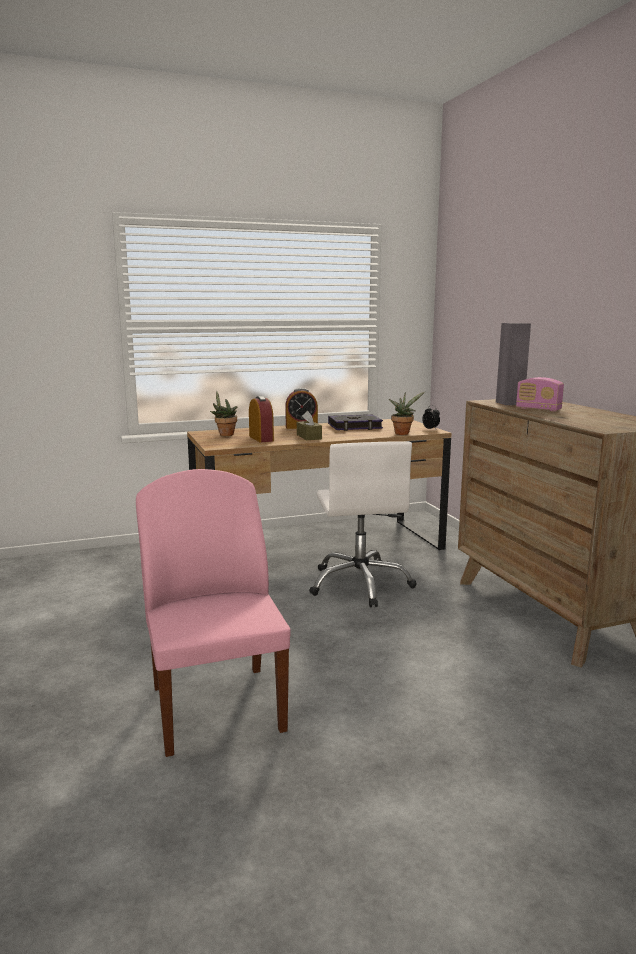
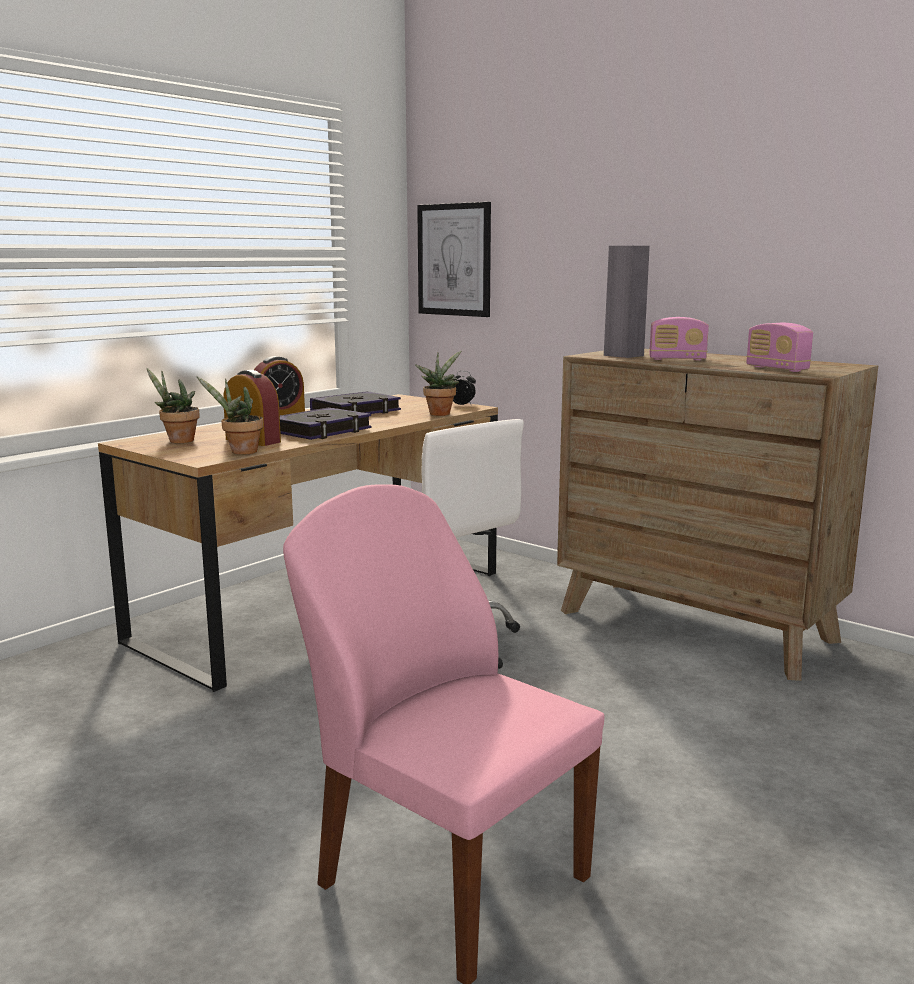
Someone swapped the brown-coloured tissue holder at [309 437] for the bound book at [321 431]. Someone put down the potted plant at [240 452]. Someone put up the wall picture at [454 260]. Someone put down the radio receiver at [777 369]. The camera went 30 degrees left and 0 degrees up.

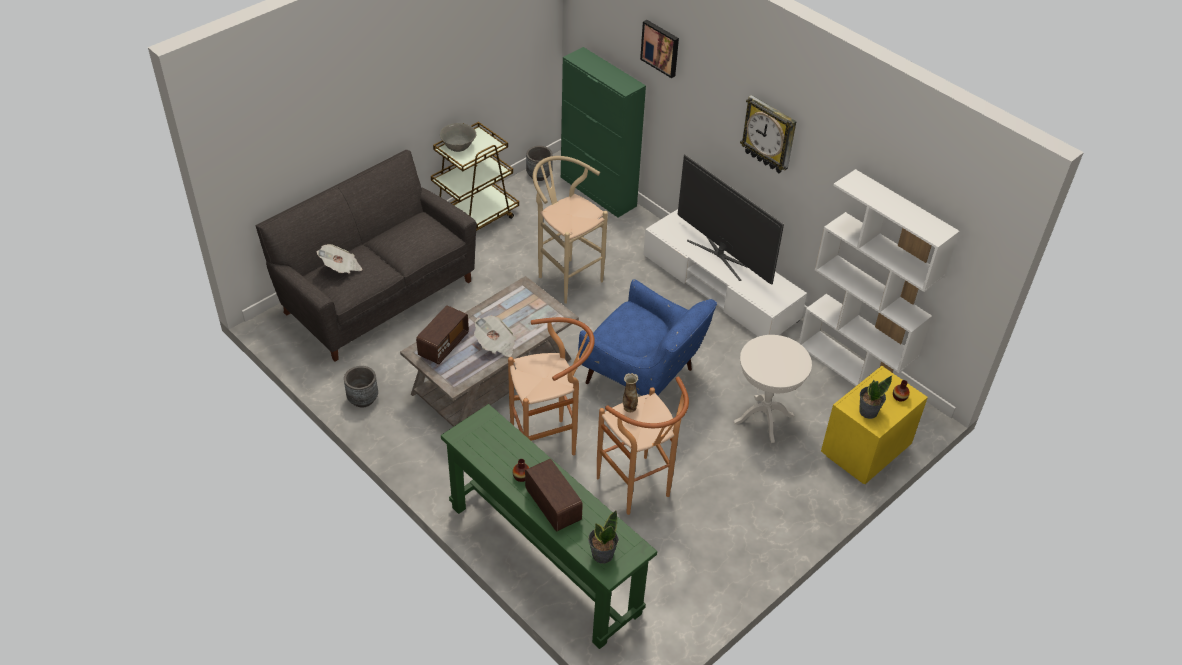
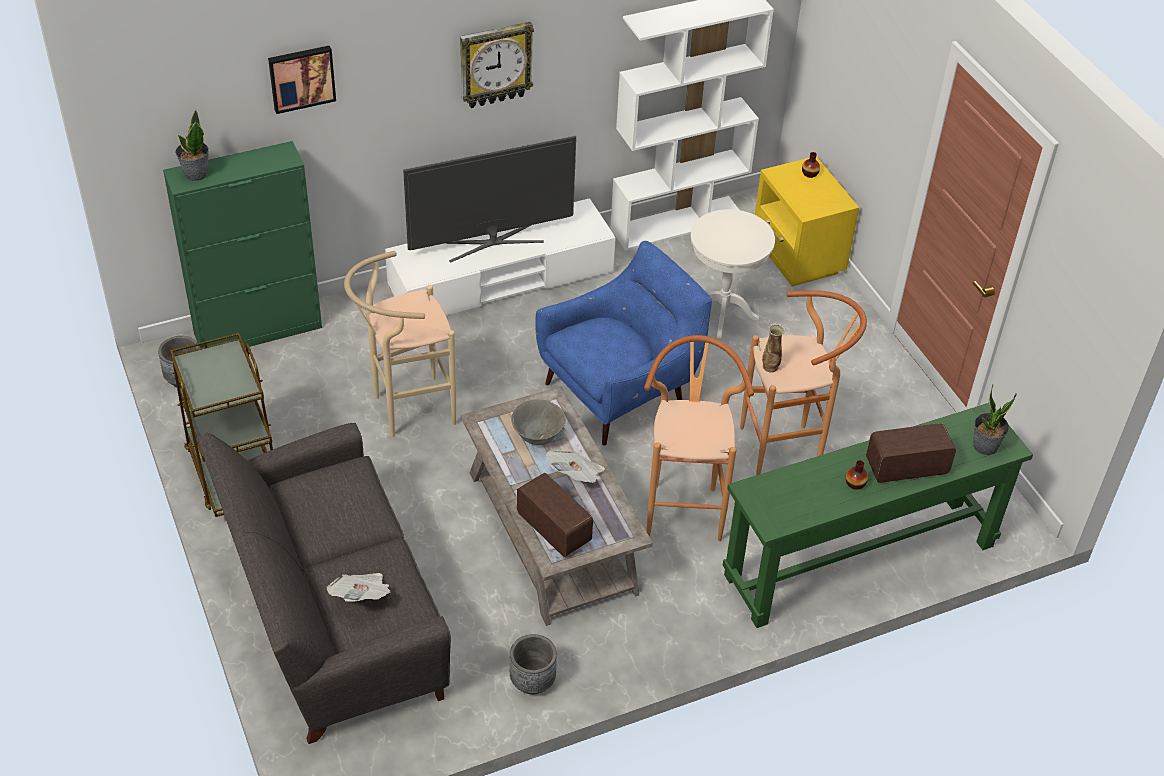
Someone carried the grey serving bowl from [458 147] to [537 436]. Someone carried the potted plant from [868 411] to [195 174]. The camera went 70 degrees left and 0 degrees up.

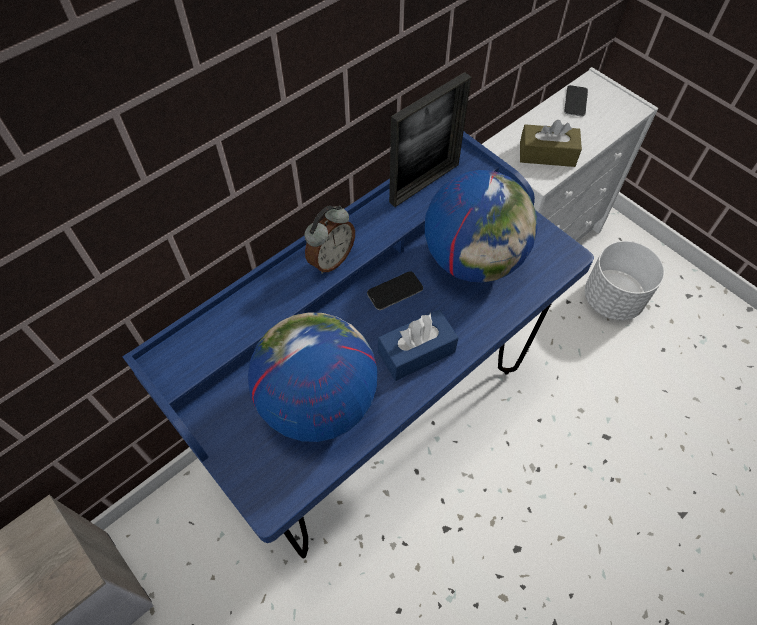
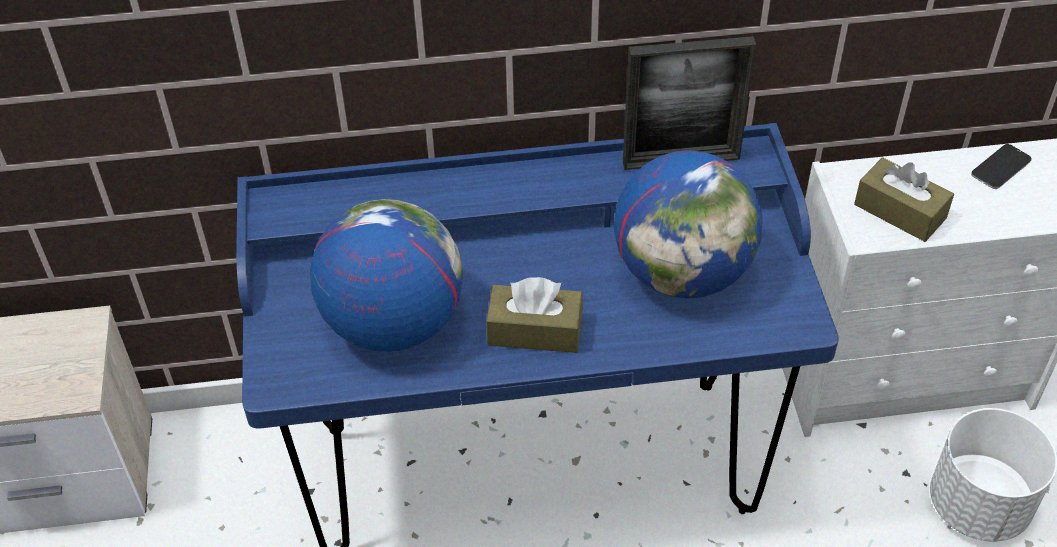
Someone took away the alarm clock at [330 260]. Someone took away the telephone at [395 291]. Someone repainted the blue-coloured tissue holder at [416 352], which became the brown-coloured tissue holder at [535 331]. The camera went 35 degrees right and 10 degrees down.

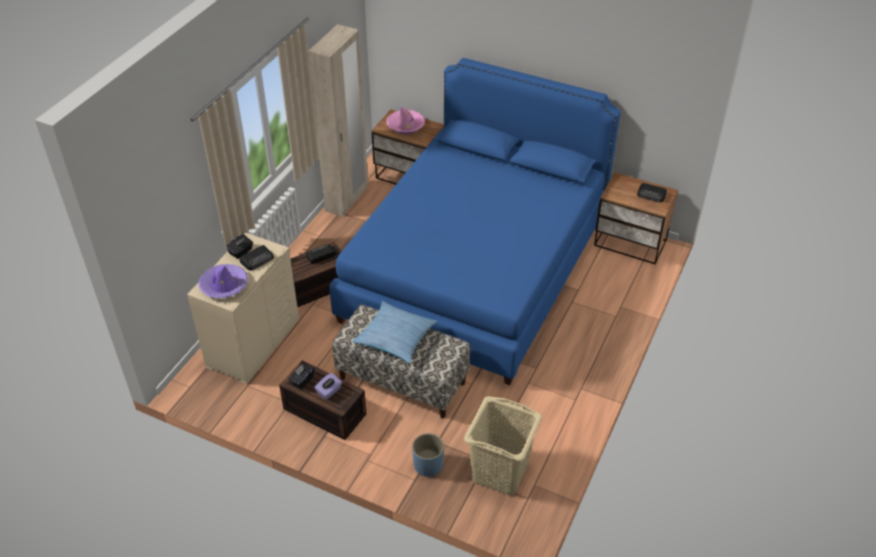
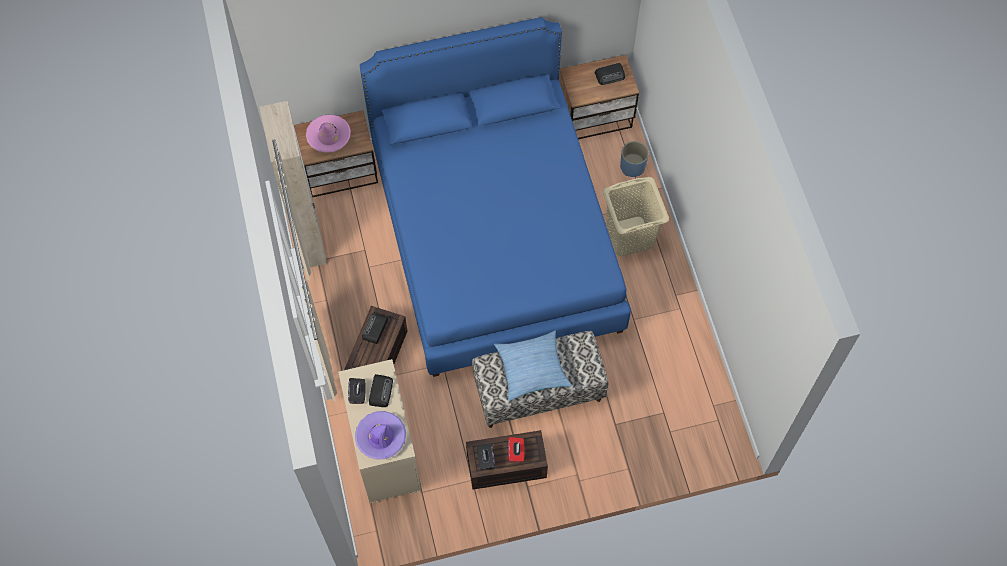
Someone repainted the purple tissue holder at [329 391], which became the red tissue holder at [516 453]. Someone carried the blue-coloured plant pot from [428 465] to [632 167]. Someone carried the sand-coloured hamper from [499 472] to [629 236]. The camera went 40 degrees left and 20 degrees up.

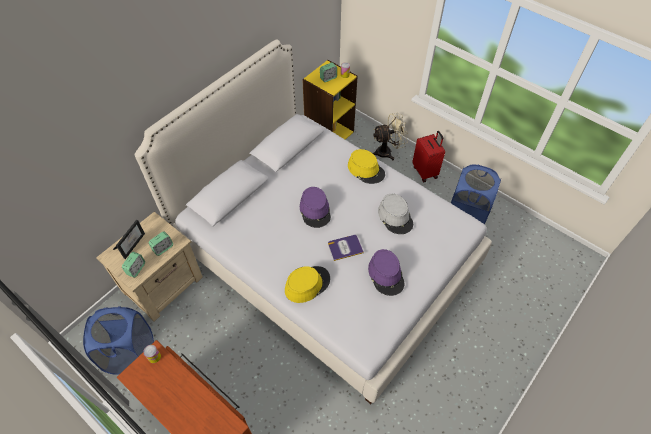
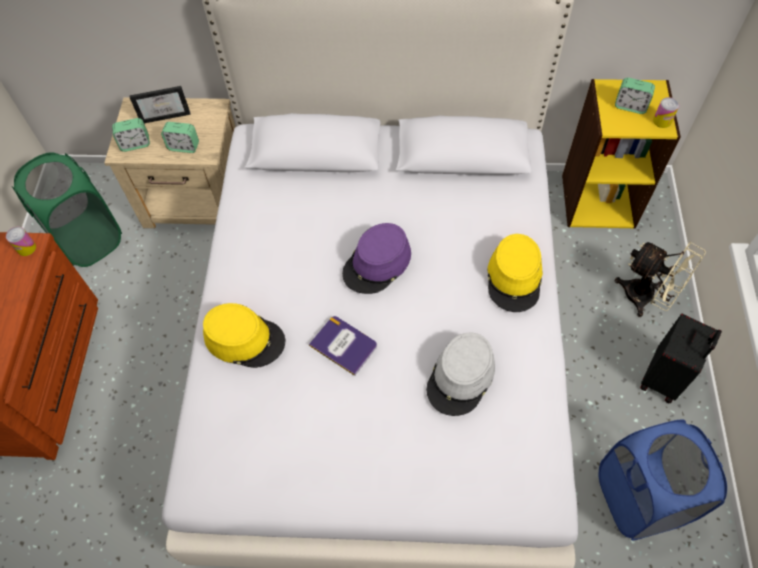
Someone repainted the blue-coloured hamper at [131 354], which became the green hamper at [87 239]. Someone took away the purple wearable hat at [386 275]. Someone repainted the red travel case at [425 172], which became the black-coloured travel case at [664 378]. The camera went 55 degrees right and 5 degrees up.

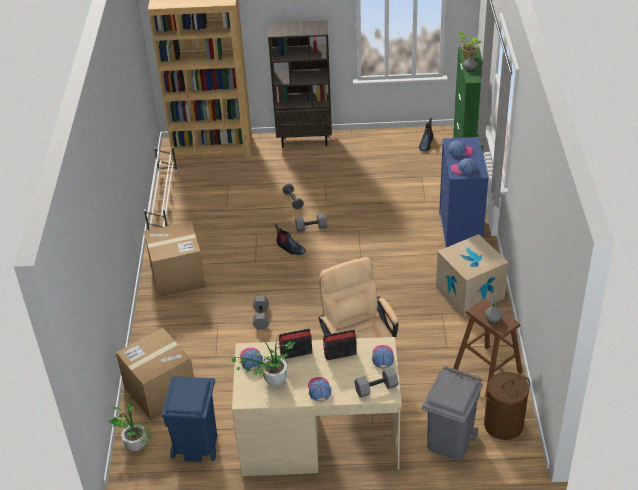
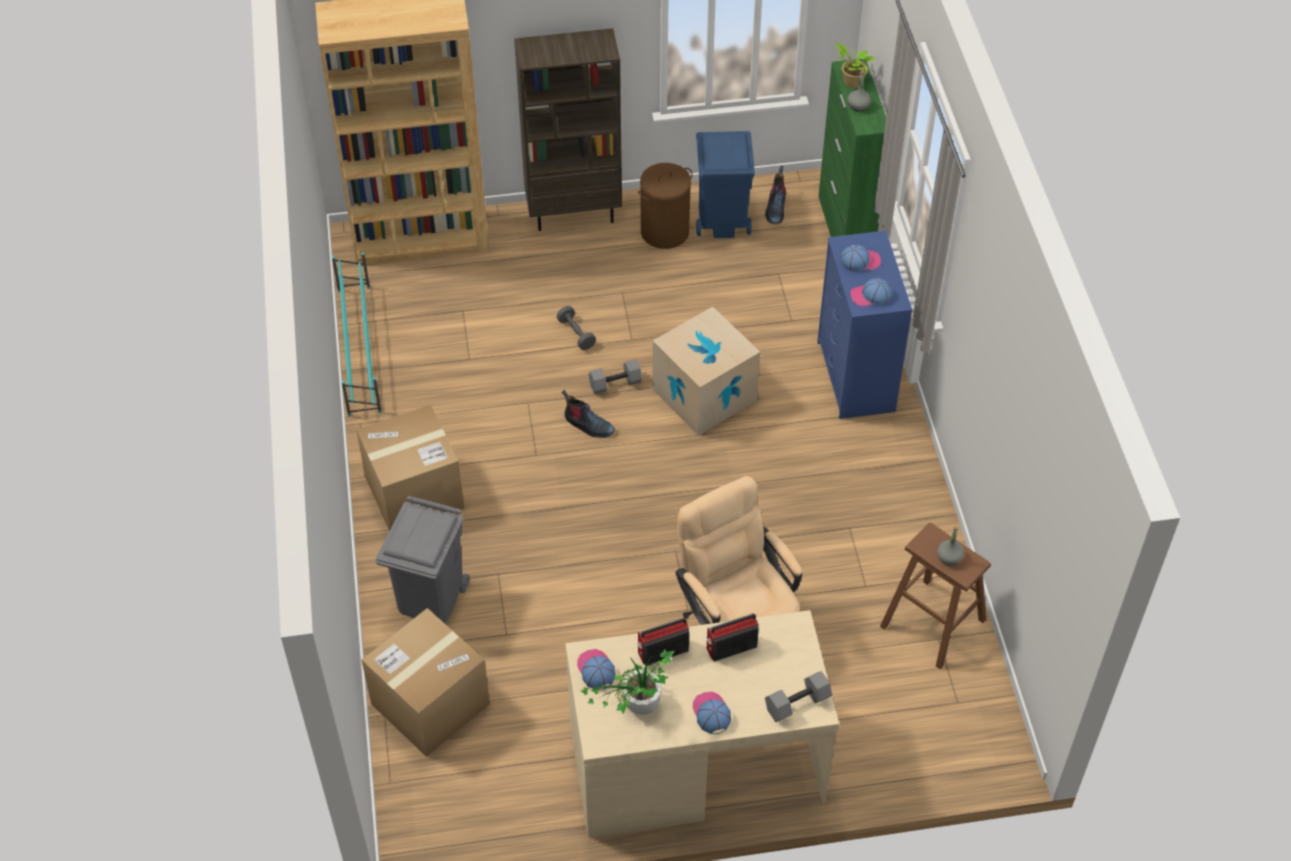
Someone took away the potted plant at [135 442]. Someone repainted the white shoe stand at [163 200], which became the blue-green shoe stand at [359 349]. Someone carried the blue-coloured trash can from [196 445] to [722 220]. Someone took away the grey hand weight at [261 317]. Someone took away the cap at [382 357]. Someone carried the grey trash can from [450 441] to [430 597]. Someone carried the carton from [469 293] to [704 395]. Someone carried the brown-coloured hamper from [503 424] to [665 231]. The camera went 10 degrees left and 10 degrees up.

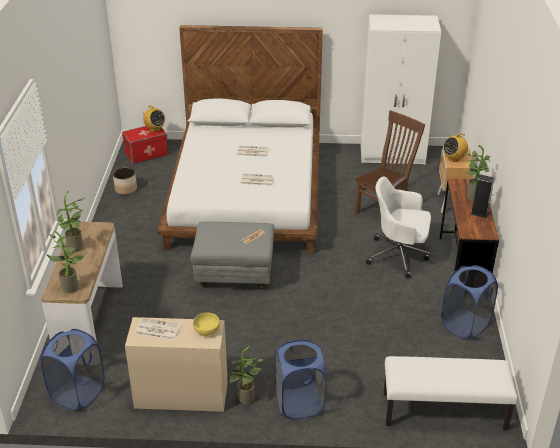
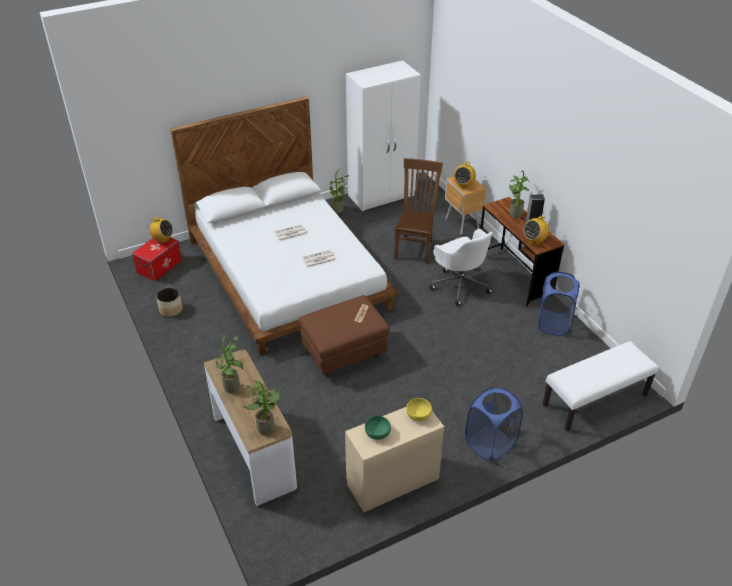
Someone took away the blue-coloured hamper at [78 393]. Someone swapped the newspaper at [157 329] for the green serving bowl at [377 433]. Someone repainted the grey pouffe at [235 275], which became the brown-coloured pouffe at [344 354]. Someone carried the potted plant from [245 401] to [338 211]. Someone rotated the white office chair at [399 256] by 105 degrees counterclockwise. Someone put down the radio receiver at [534 241]. The camera went 30 degrees left and 5 degrees up.

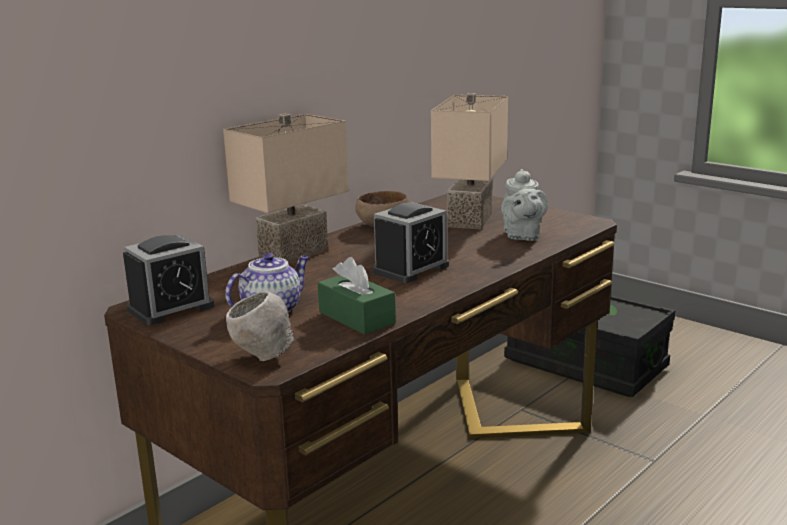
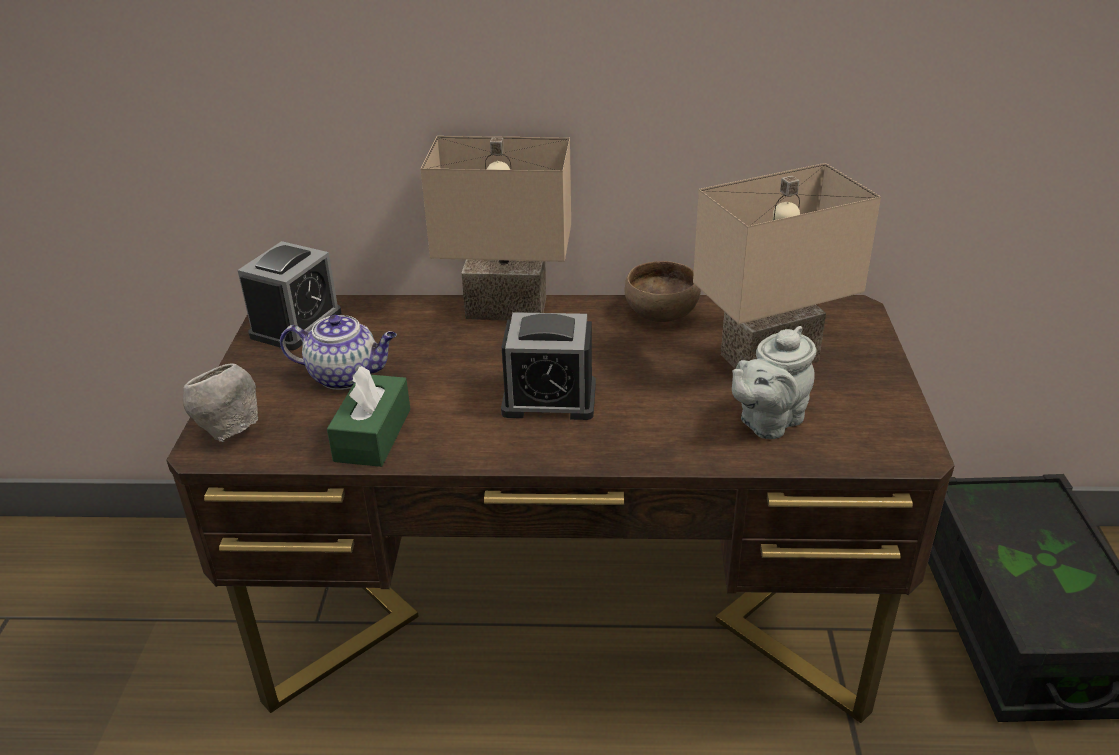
Someone rotated the alarm clock at [171 308] by 75 degrees counterclockwise. The camera went 50 degrees right and 15 degrees up.

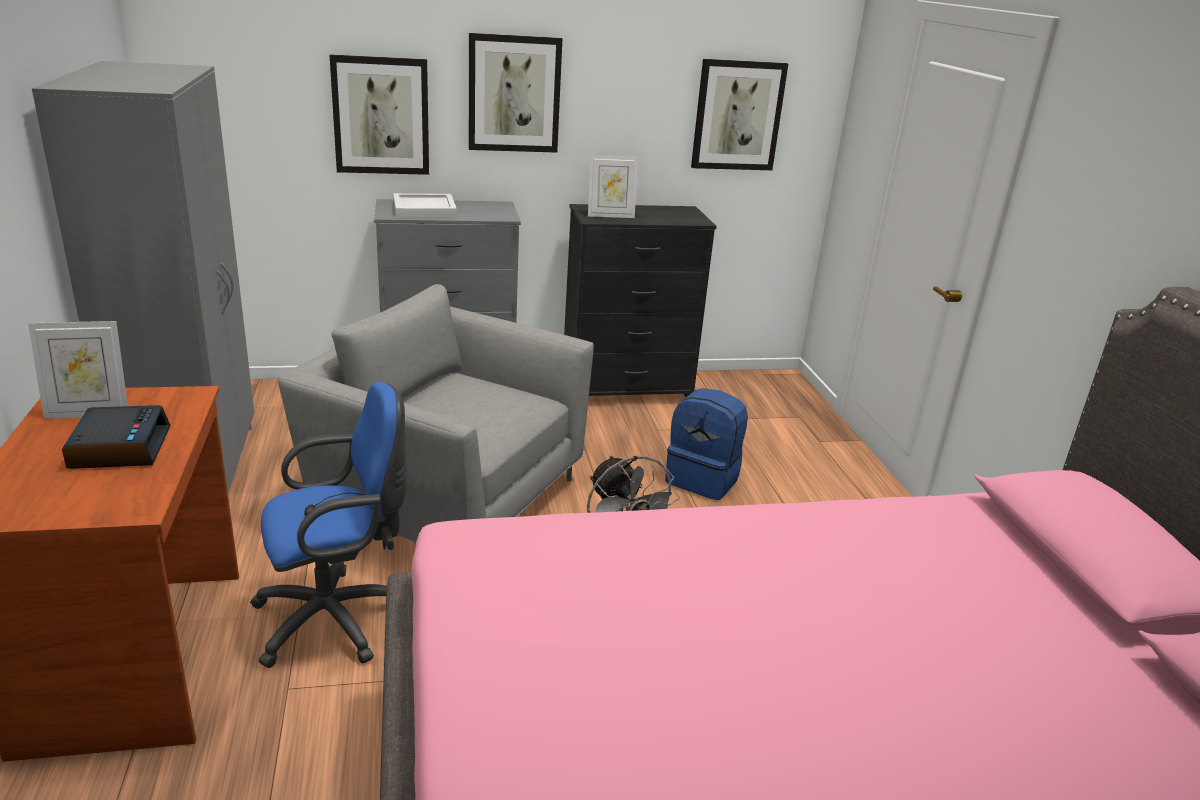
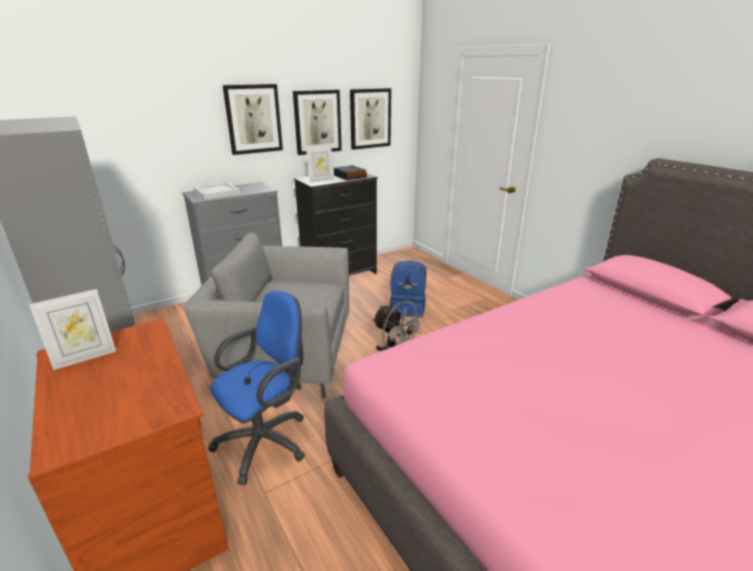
Someone carried the alarm clock from [119 447] to [349 176]. Someone carried the wall picture from [381 116] to [317 122]. The camera went 20 degrees left and 0 degrees up.

